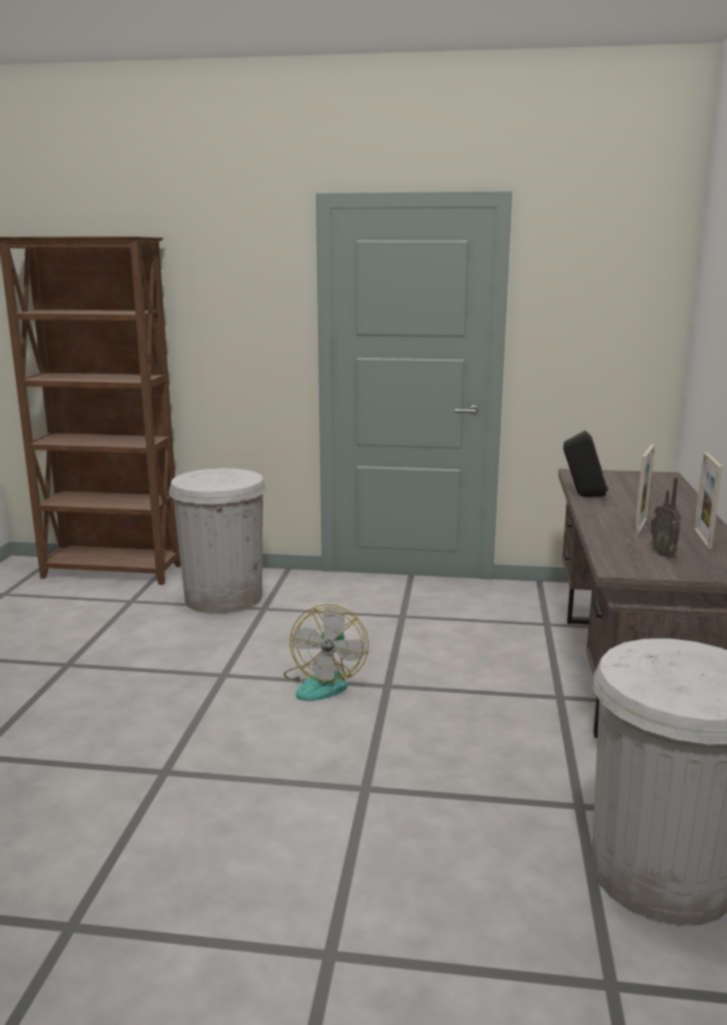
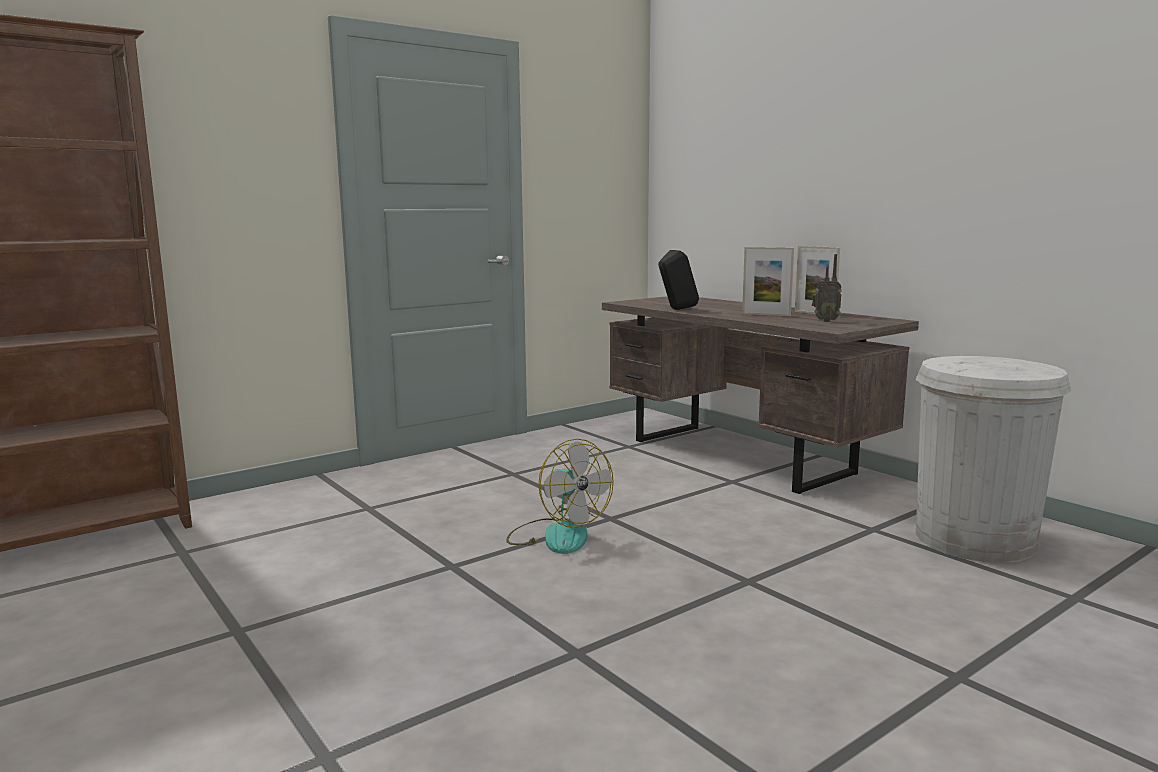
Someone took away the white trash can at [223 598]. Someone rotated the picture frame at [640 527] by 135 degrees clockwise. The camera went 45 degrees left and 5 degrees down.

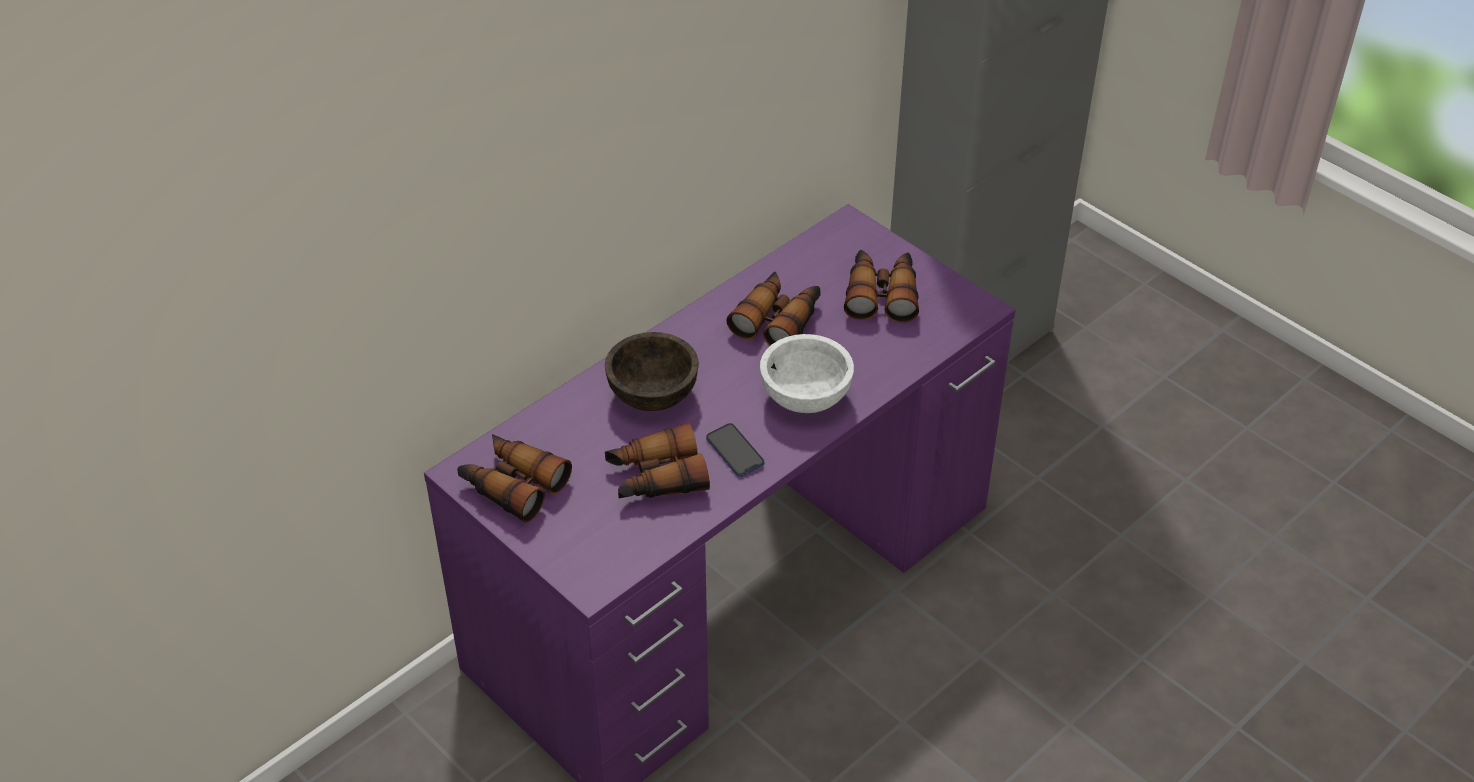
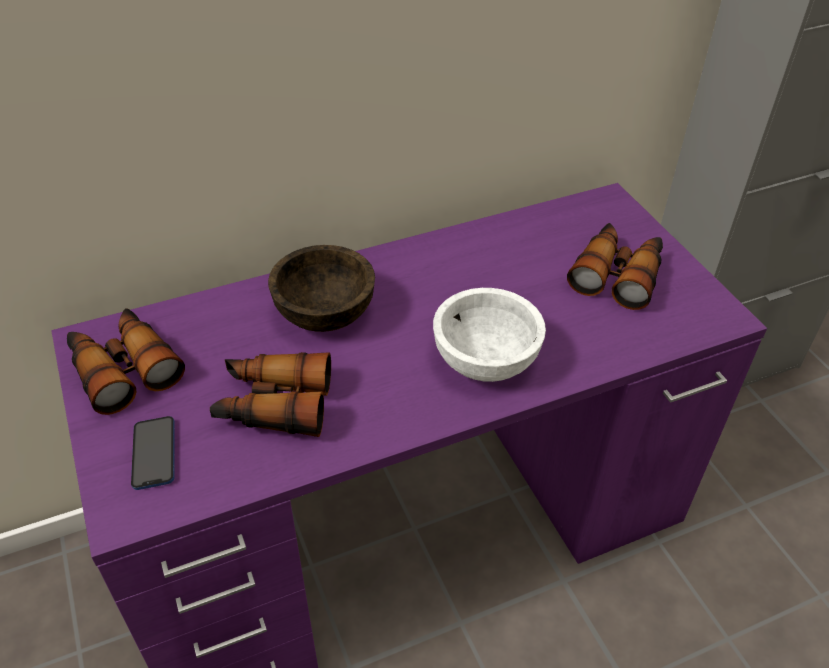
Someone carried the telephone from [735 451] to [154 454]. Someone took away the pair of binoculars at [778 319]. The camera went 20 degrees right and 0 degrees up.

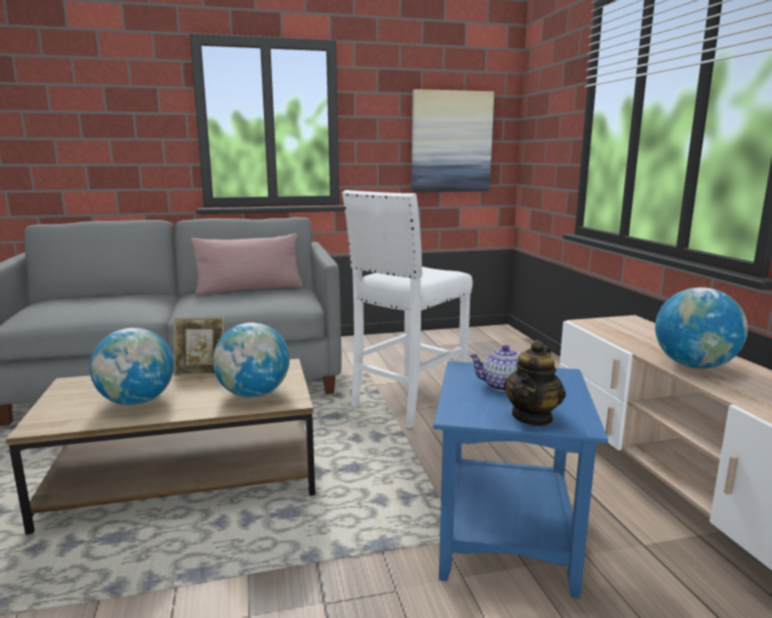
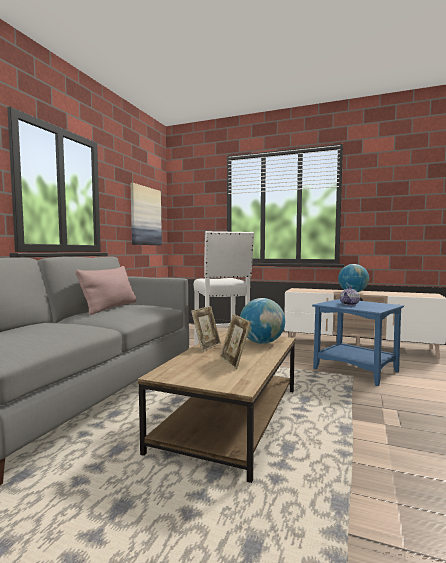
Someone swapped the desk globe at [137 401] for the picture frame at [234 362]. Someone took away the teapot at [533 417]. The camera went 55 degrees left and 10 degrees down.

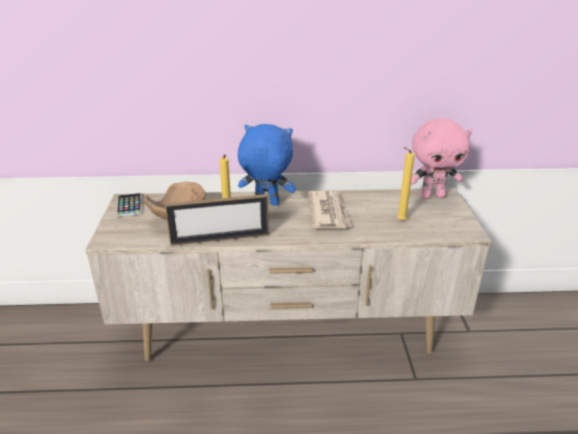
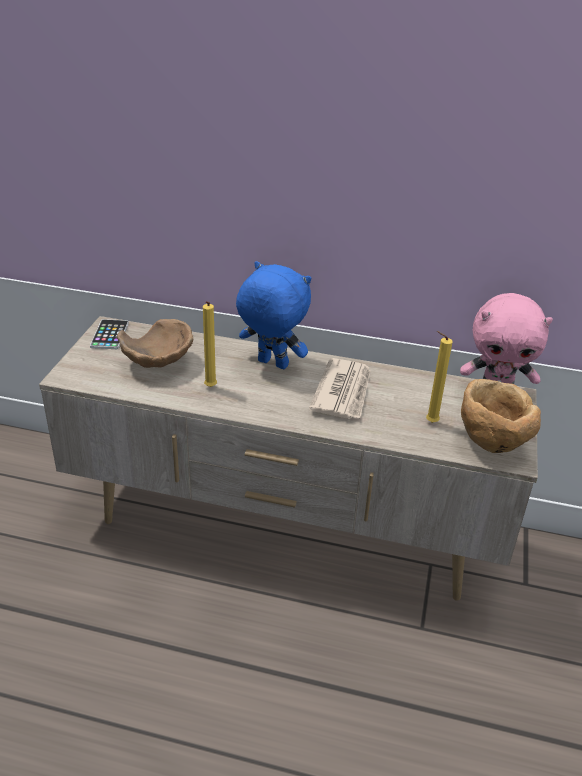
Someone took away the picture frame at [220 239]. Someone put down the brown-coloured serving bowl at [491 442]. The camera went 15 degrees right and 5 degrees up.

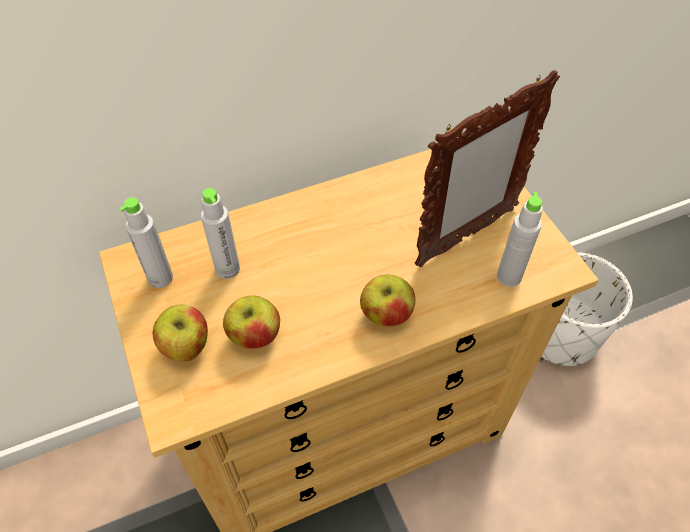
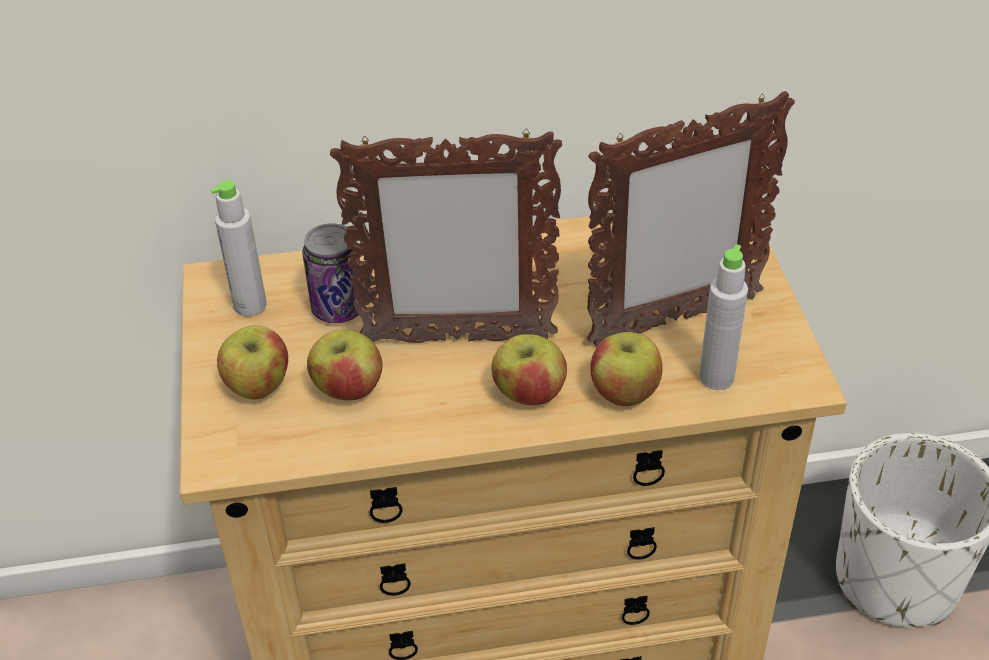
Someone swapped the grey drink bottle at [227 269] for the can at [338 309]. Someone put down the picture frame at [456 339]. Someone put down the apple at [624 392]. The camera went 15 degrees right and 10 degrees down.

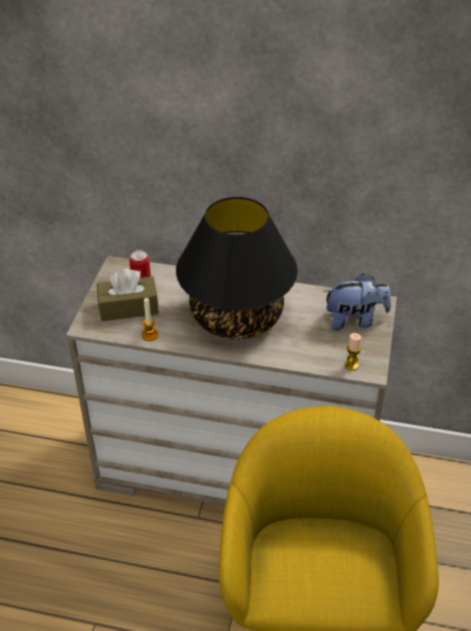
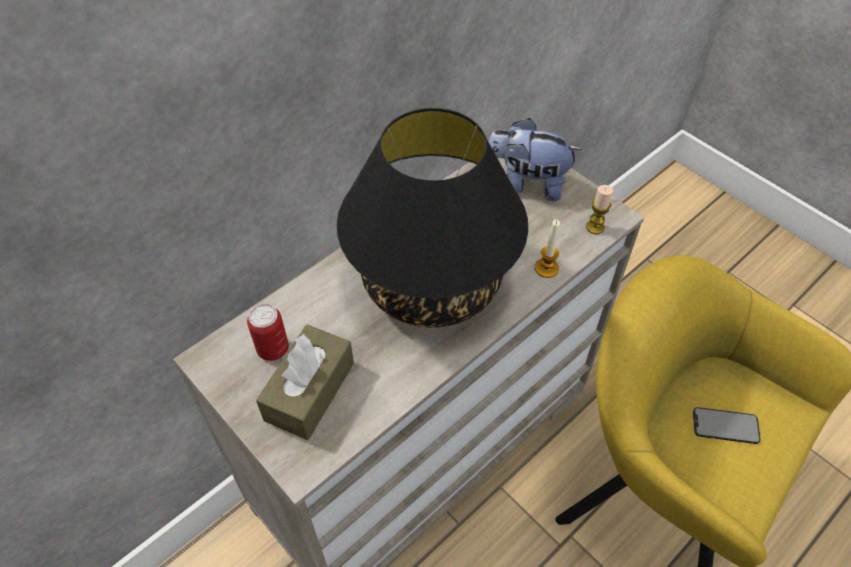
Someone carried the candle from [149 335] to [546 268]. Someone rotated the soft toy at [354 320] by 105 degrees counterclockwise. Someone put down the telephone at [725 425]. The camera went 55 degrees left and 10 degrees up.

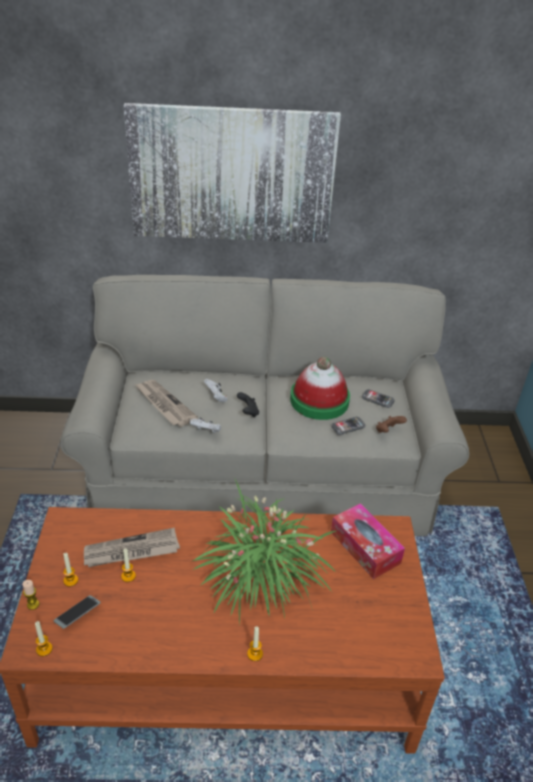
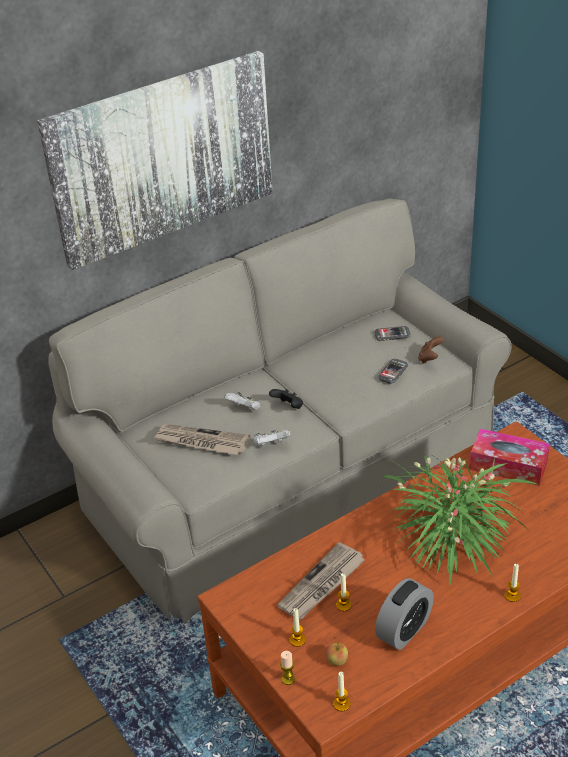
Someone swapped the telephone at [77 614] for the apple at [337 661]. Someone took away the wearable hat at [319 400]. Someone put down the alarm clock at [404 630]. The camera went 30 degrees left and 0 degrees up.

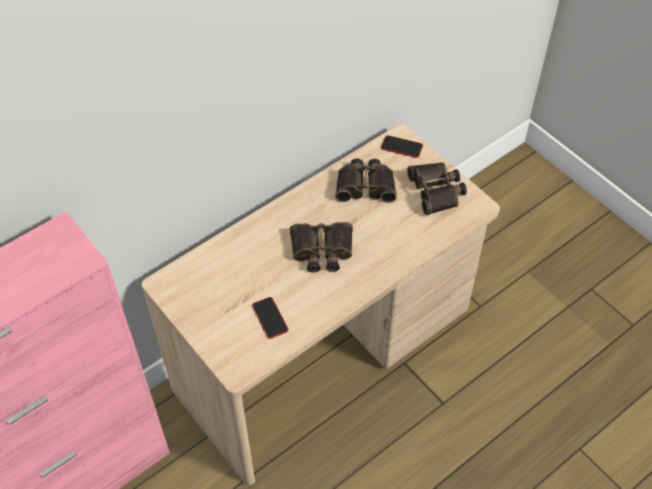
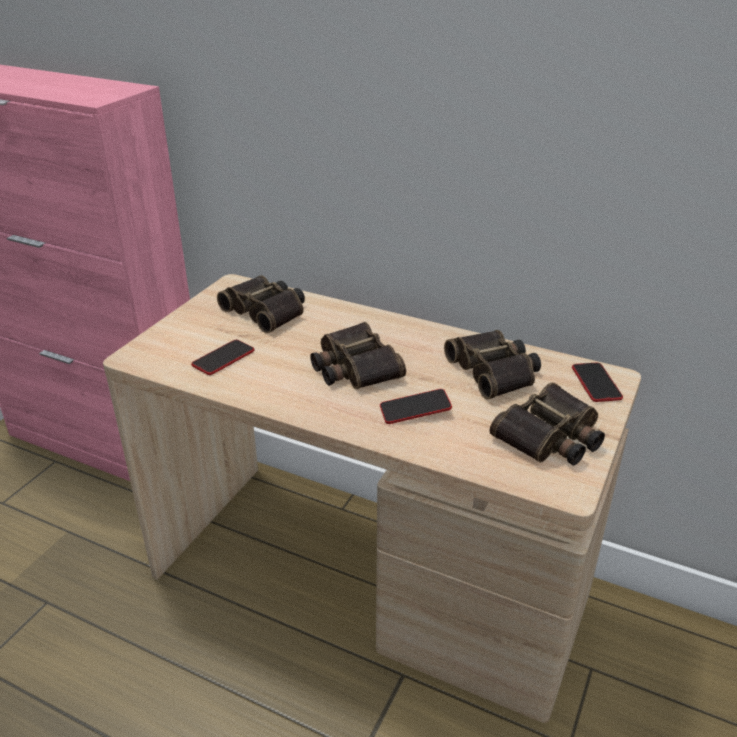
Someone put down the pair of binoculars at [267 311]. Someone put down the telephone at [415 411]. The camera went 65 degrees right and 20 degrees down.

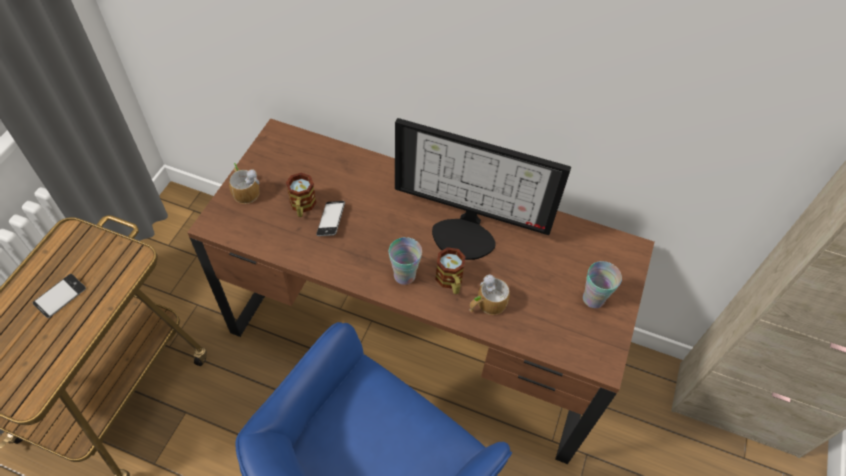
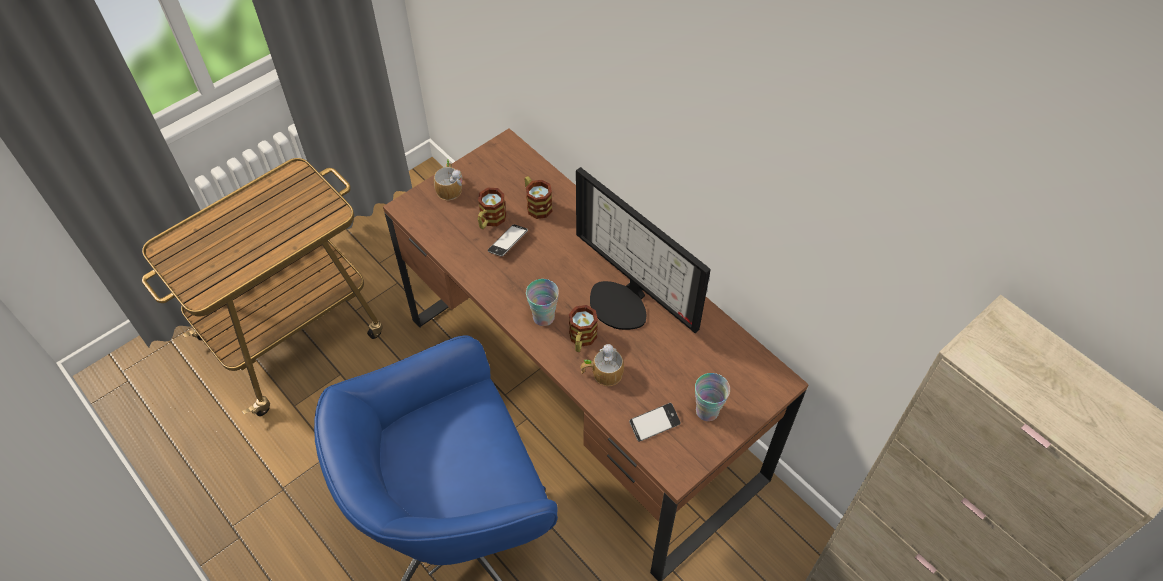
Someone carried the telephone from [61 297] to [654 424]. Someone put down the tea mug at [536 205]. The camera went 30 degrees right and 0 degrees up.

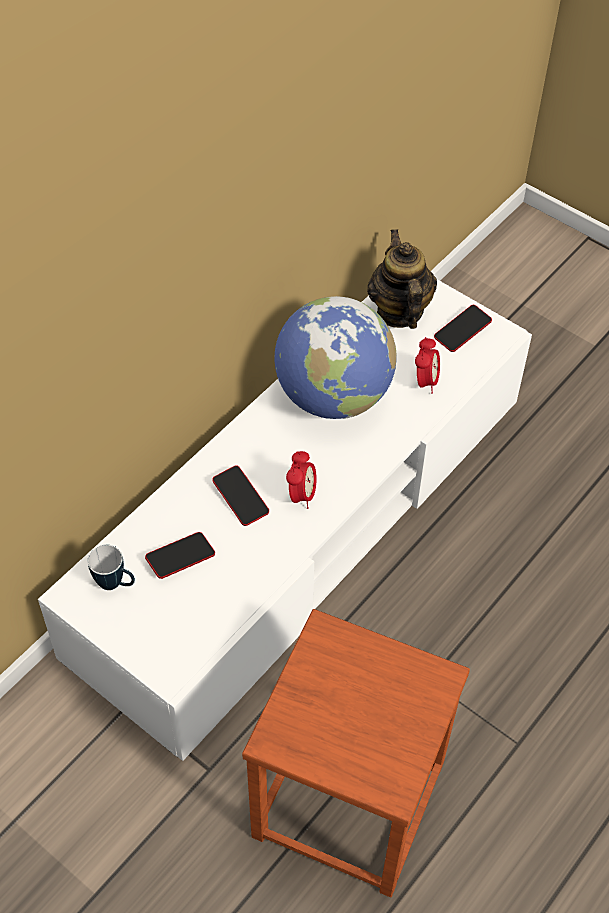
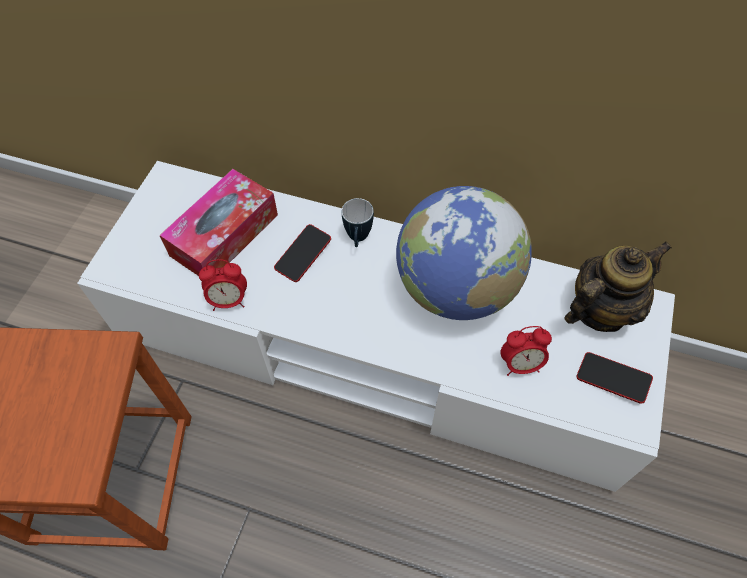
Someone carried the tea mug from [116 584] to [358 239]. Someone swapped the telephone at [180 558] for the tissue holder at [224 235]. Someone carried the alarm clock from [301 495] to [229 300]. The camera went 70 degrees right and 5 degrees up.

